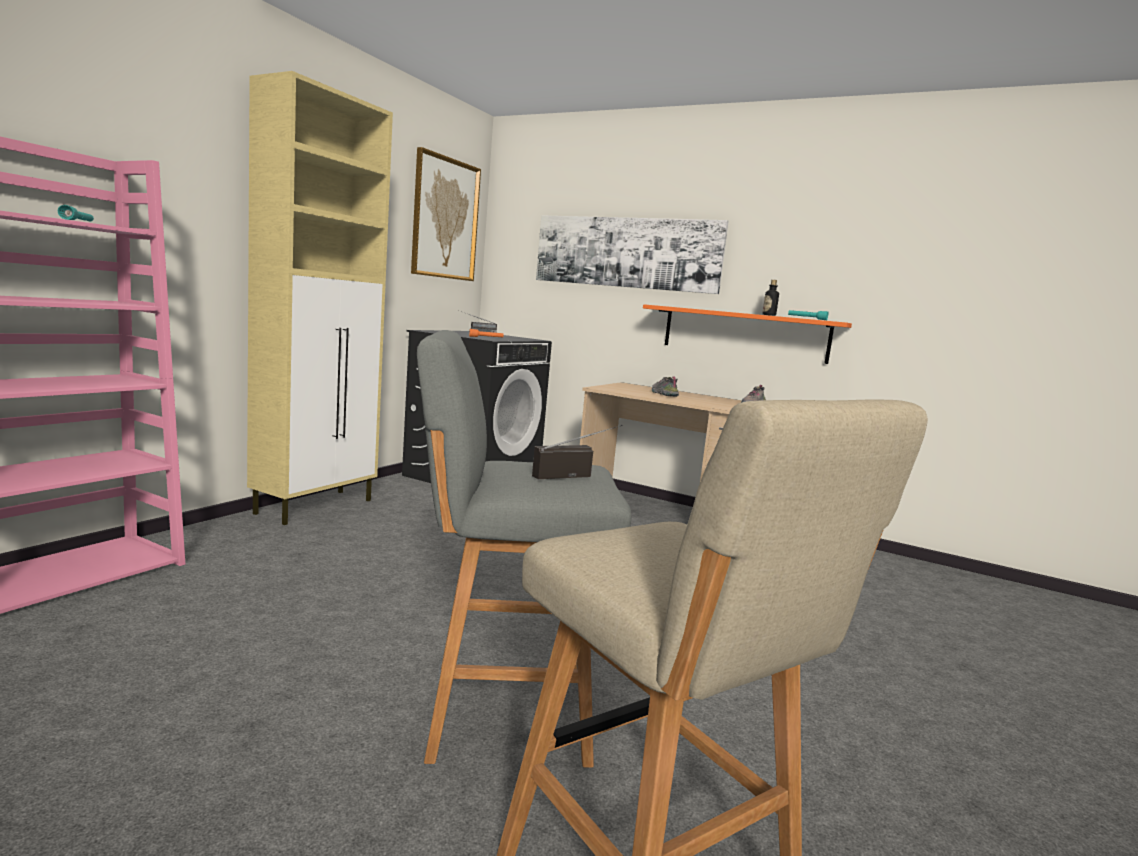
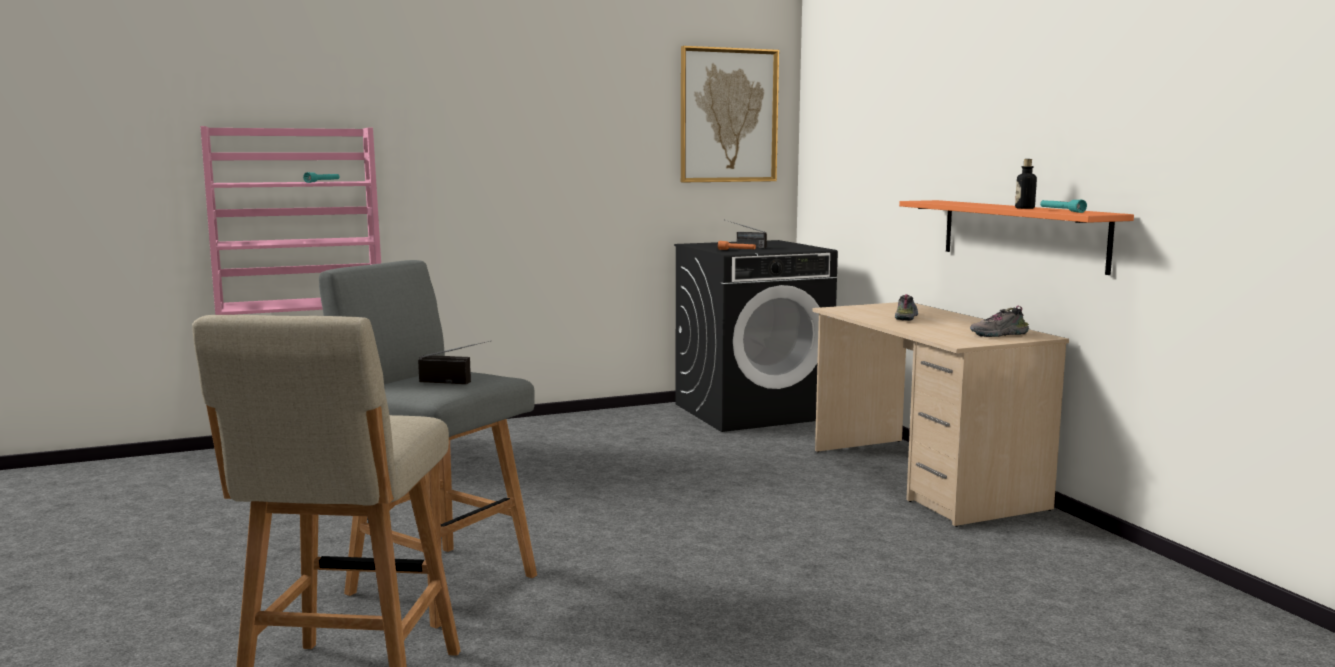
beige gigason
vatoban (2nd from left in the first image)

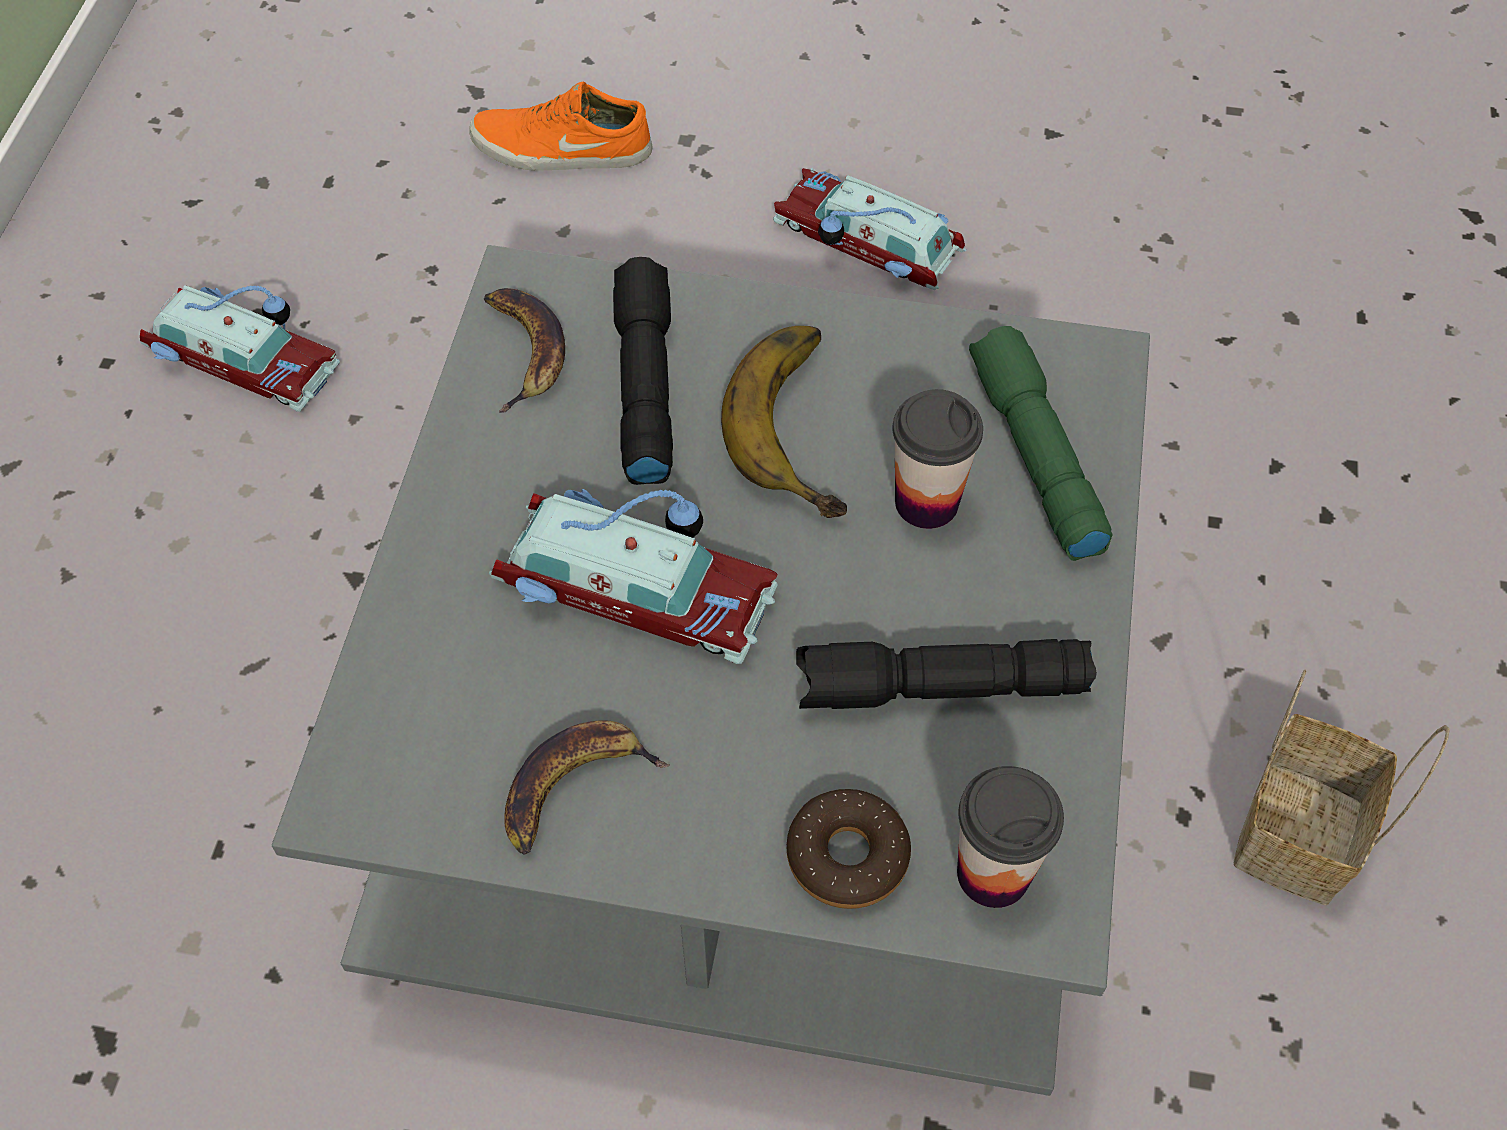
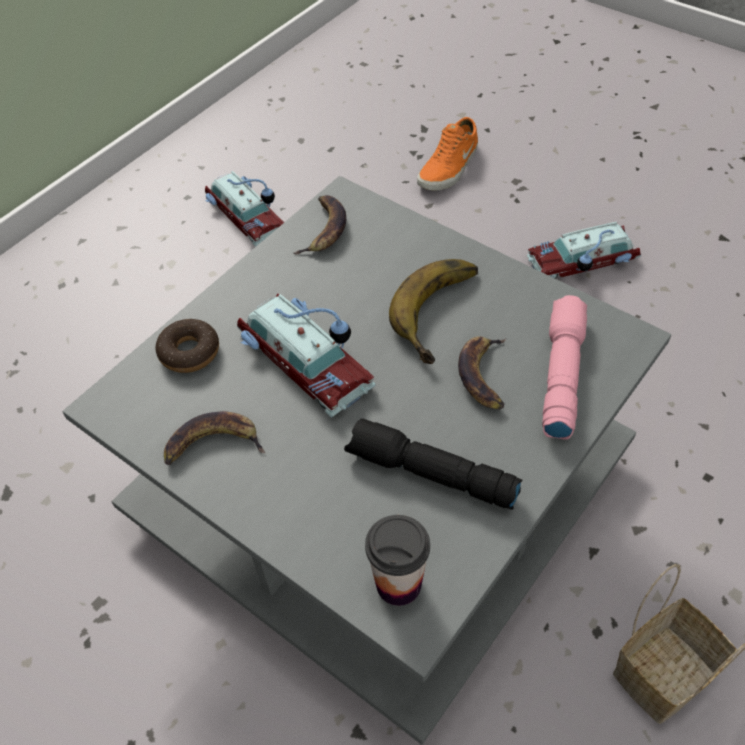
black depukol (1st from left in the first image)
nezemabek
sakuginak (4th from left)
pink depukol
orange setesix
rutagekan (3rd from left)

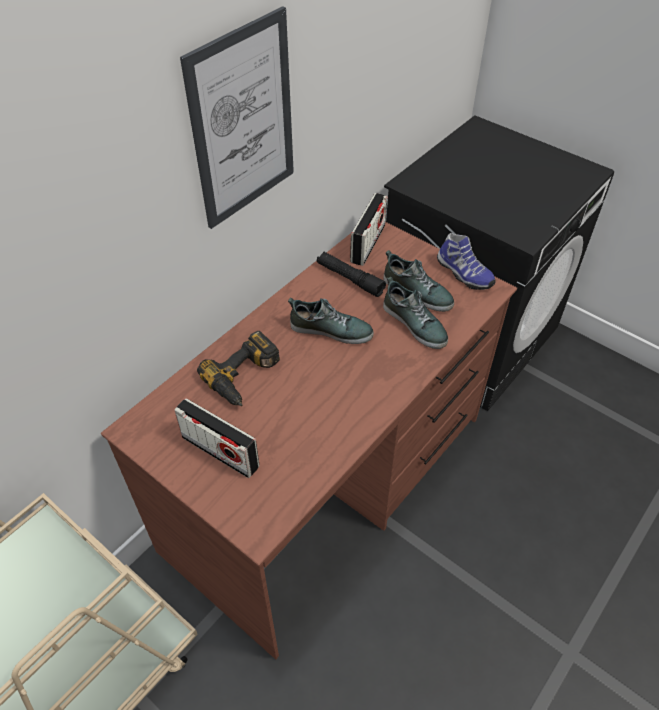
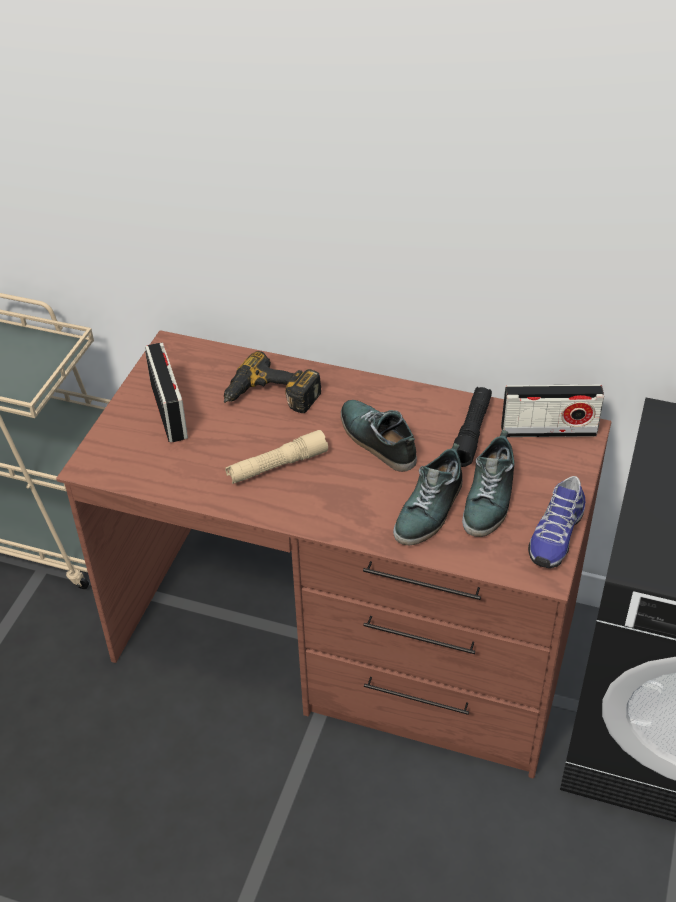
vatoban
beige depukol
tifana (1st from left)
setesix (1st from left)

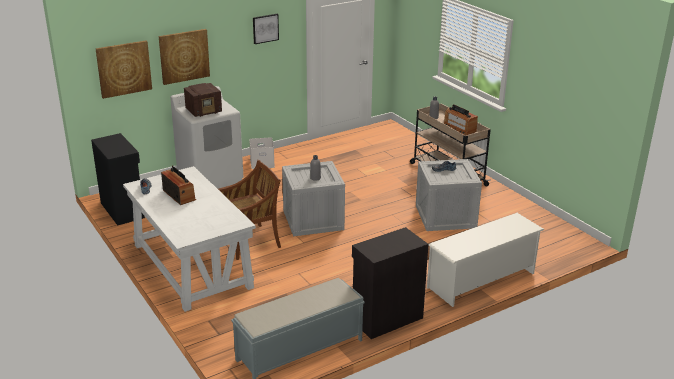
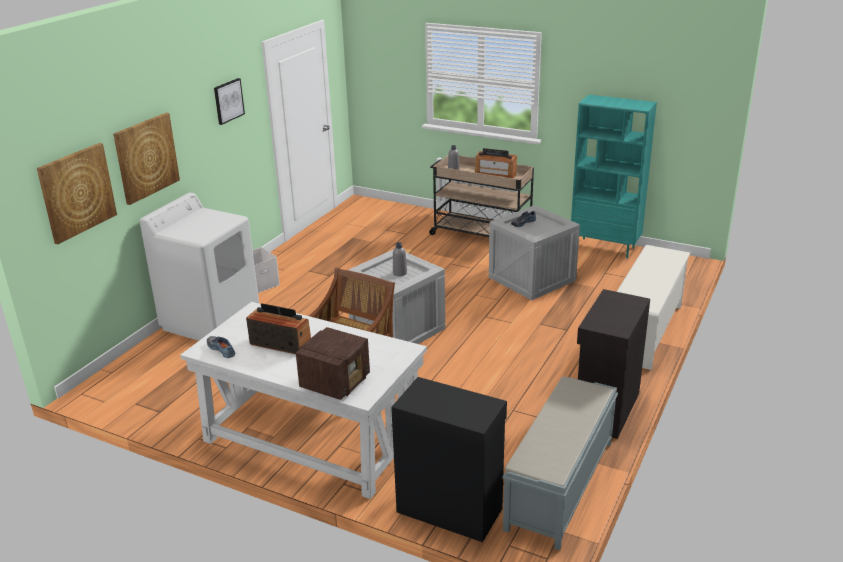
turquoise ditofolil
black gigason (1st from left)
tifana (2nd from left)

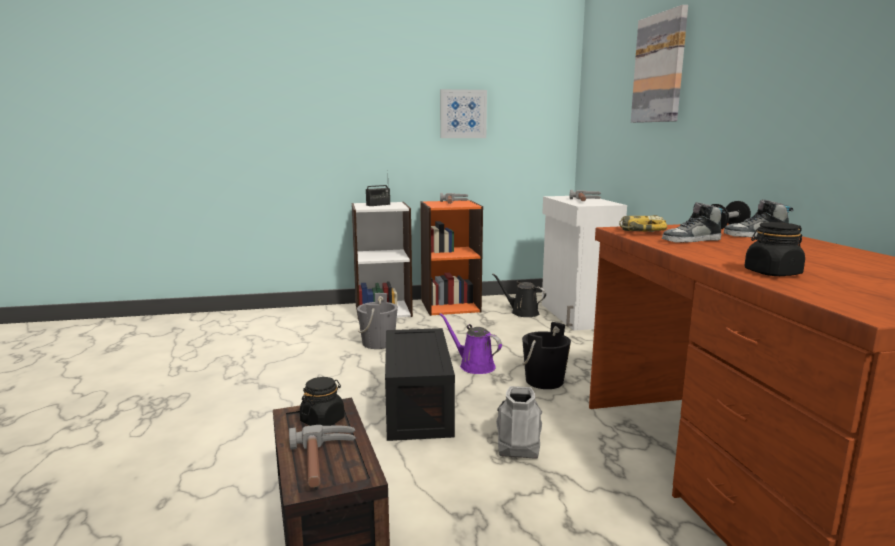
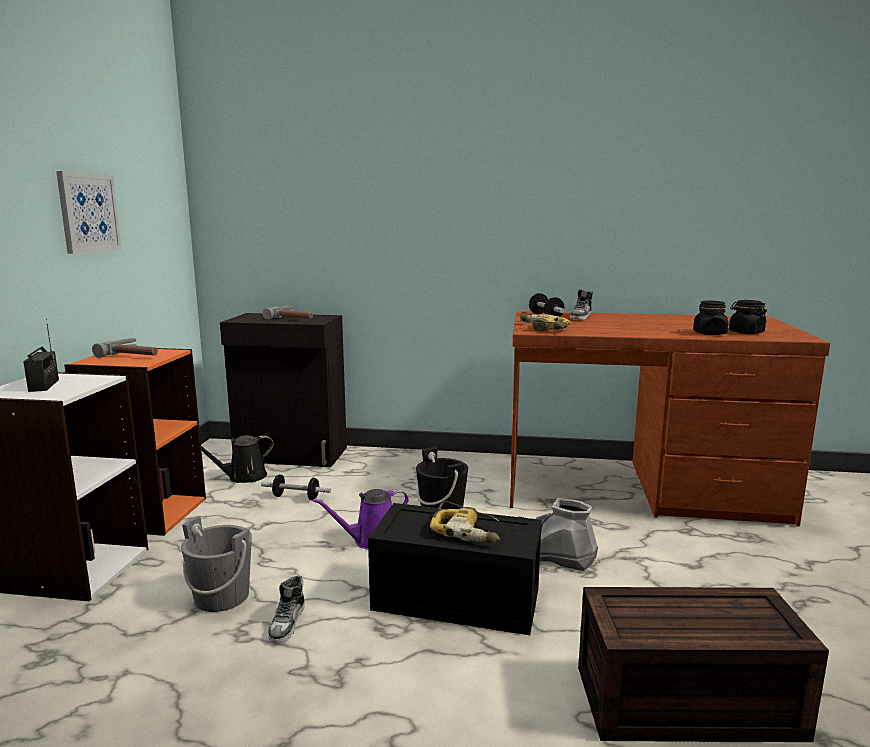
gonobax (1st from left in the first image)
vatoban (2nd from left in the first image)
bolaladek (1st from left)
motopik (1st from left)
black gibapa (2nd from left)
setesix (1st from left)
black gigason

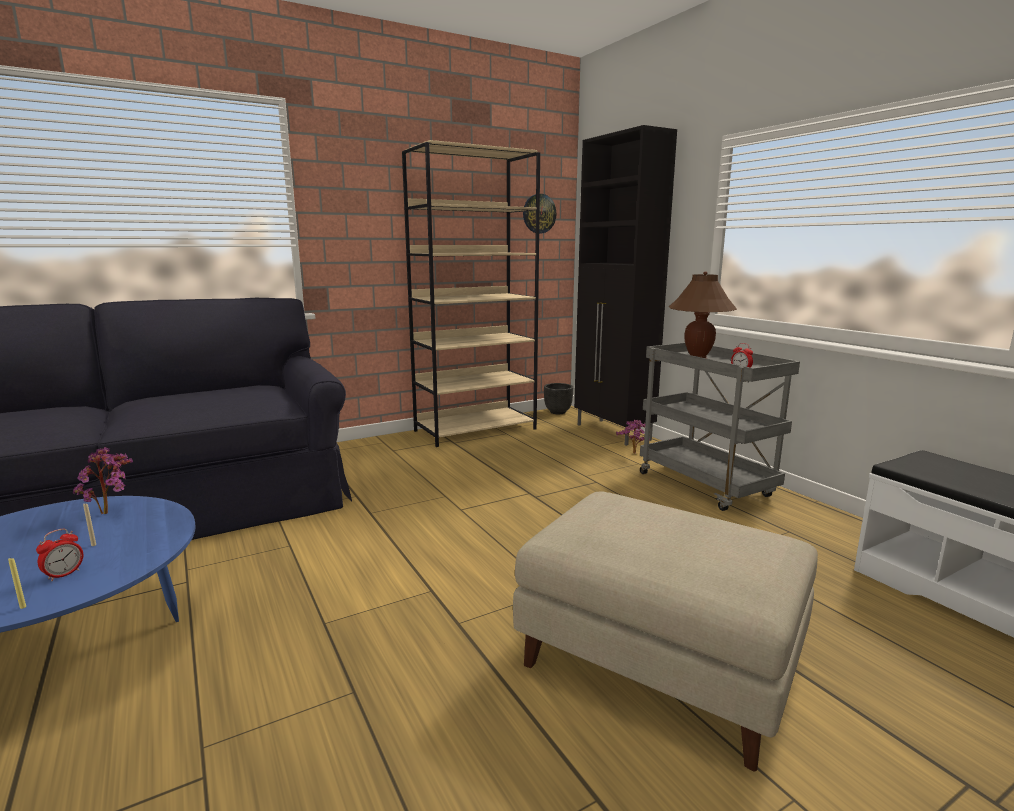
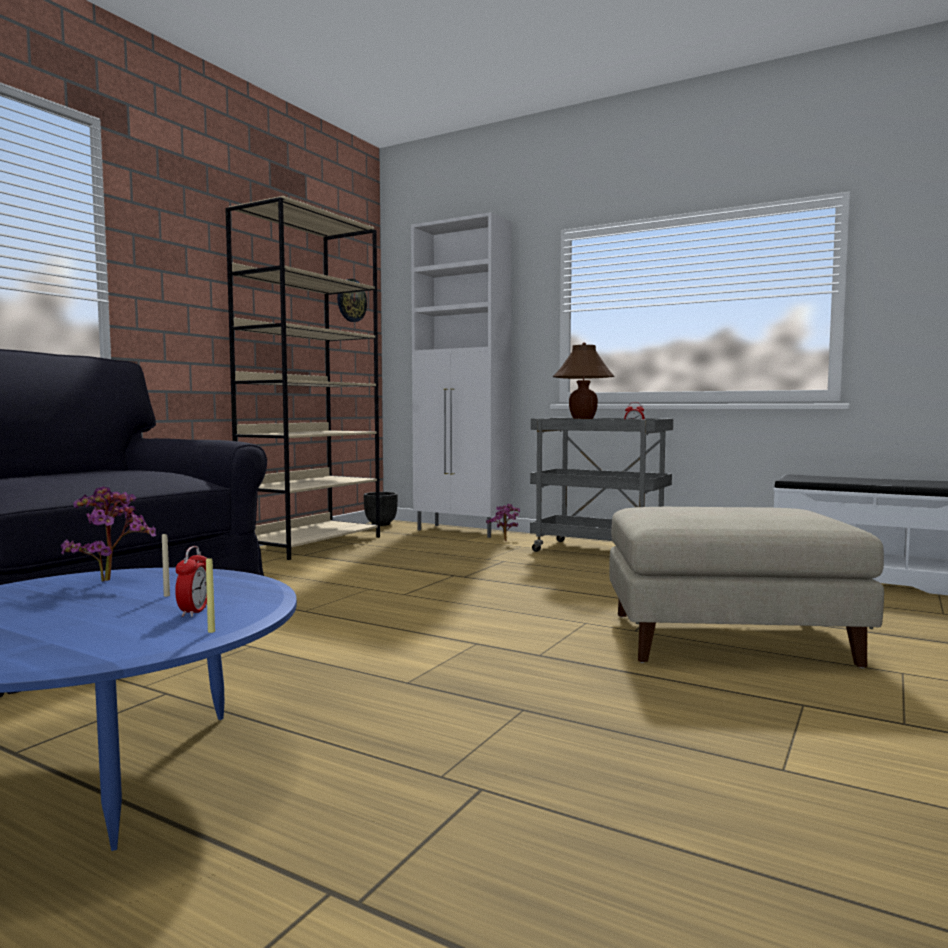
white gigason

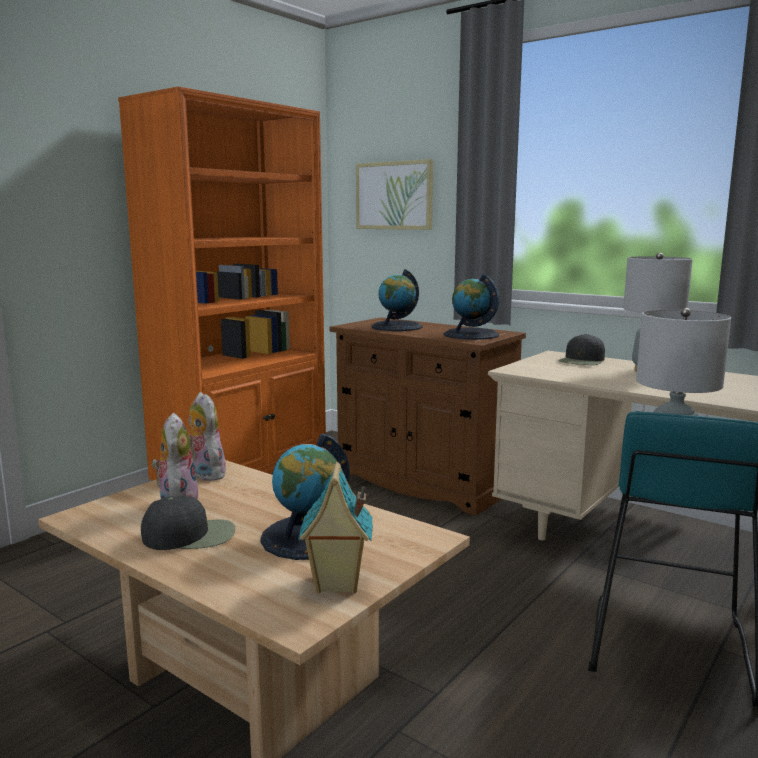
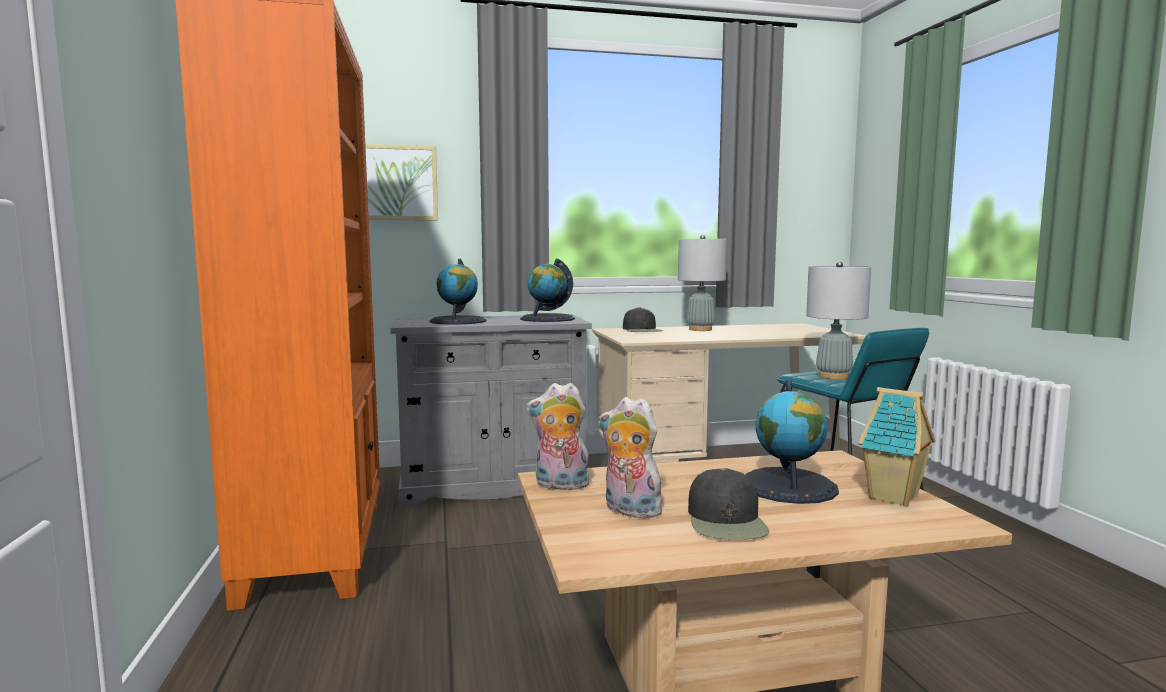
grey gigason
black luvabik (2nd from left)

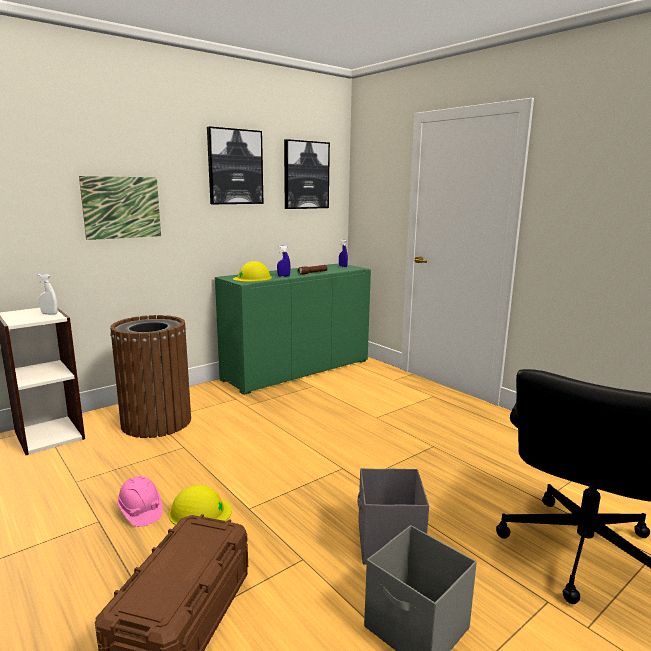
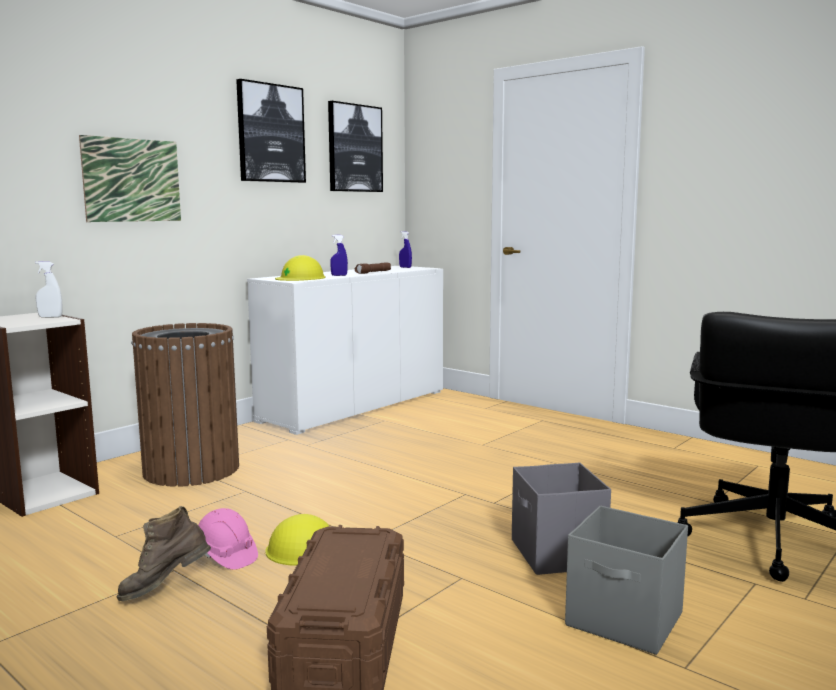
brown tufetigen
white gigason

